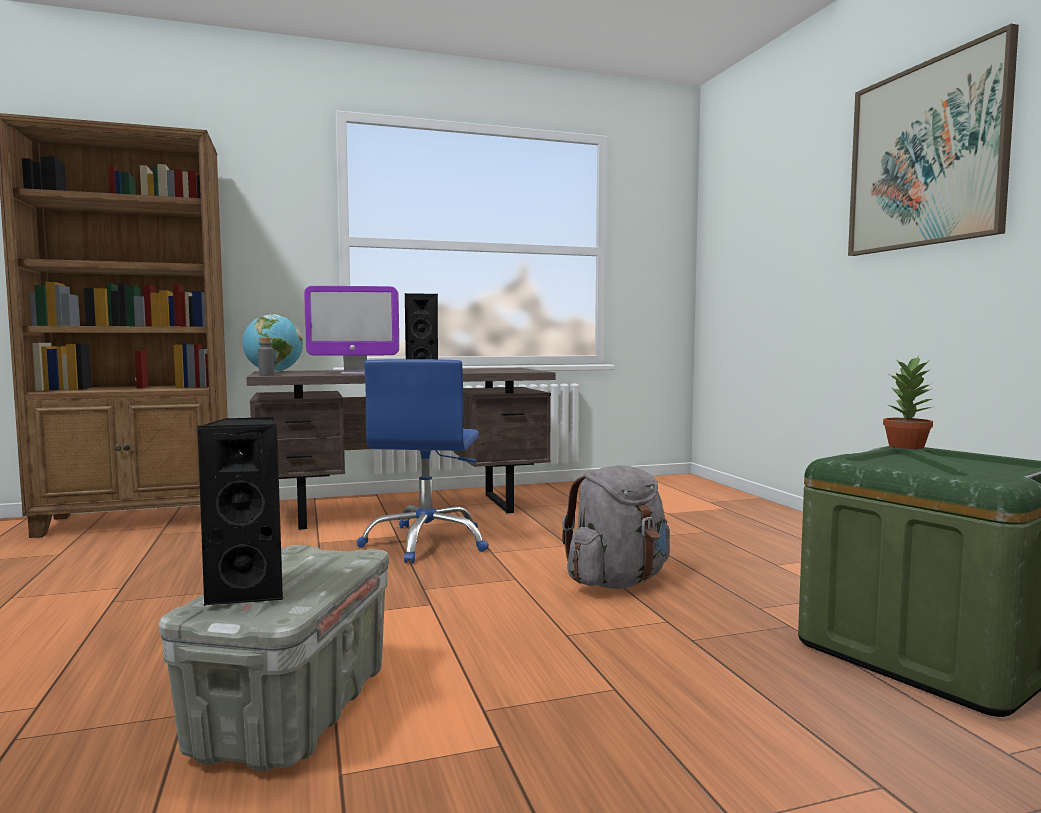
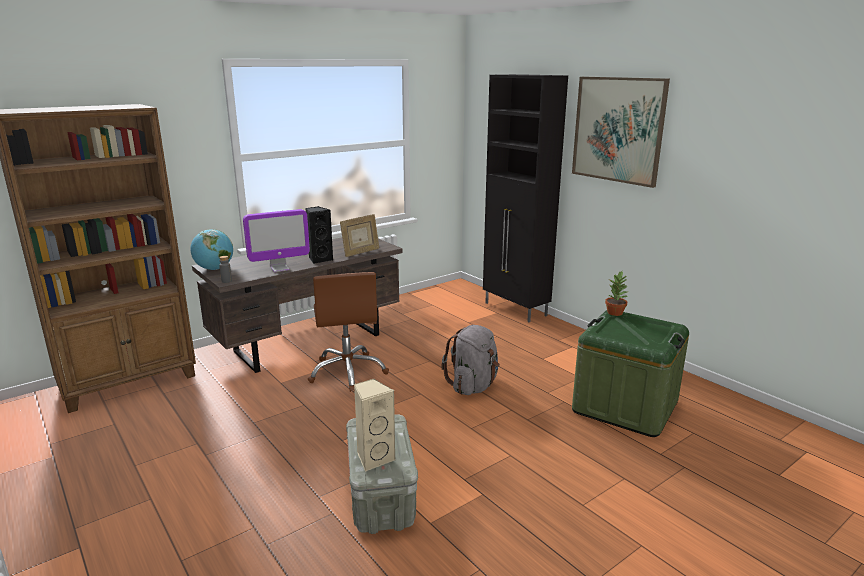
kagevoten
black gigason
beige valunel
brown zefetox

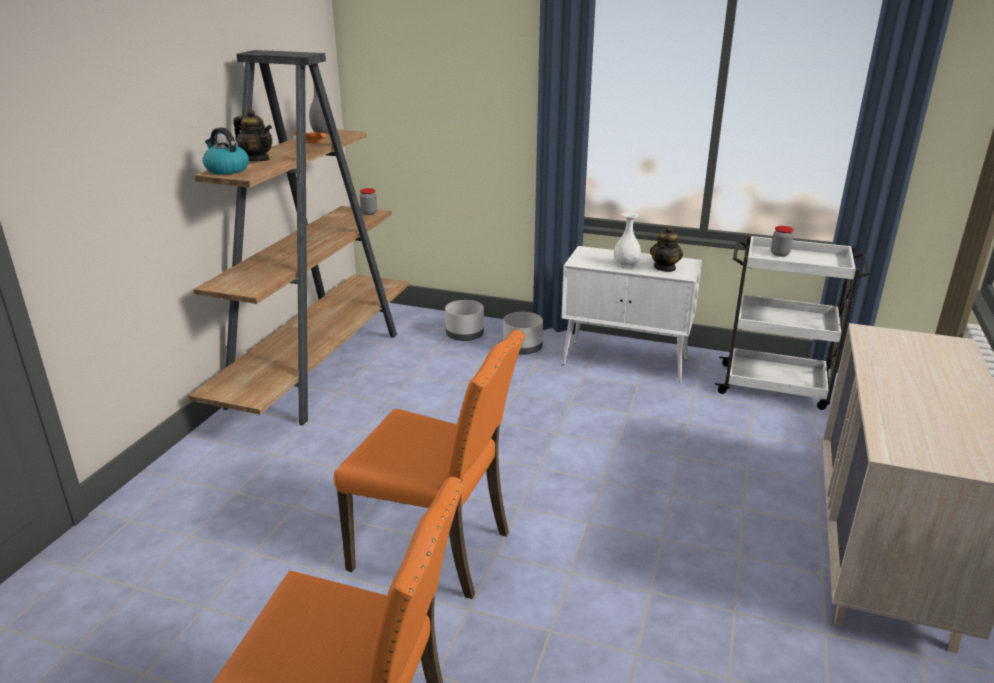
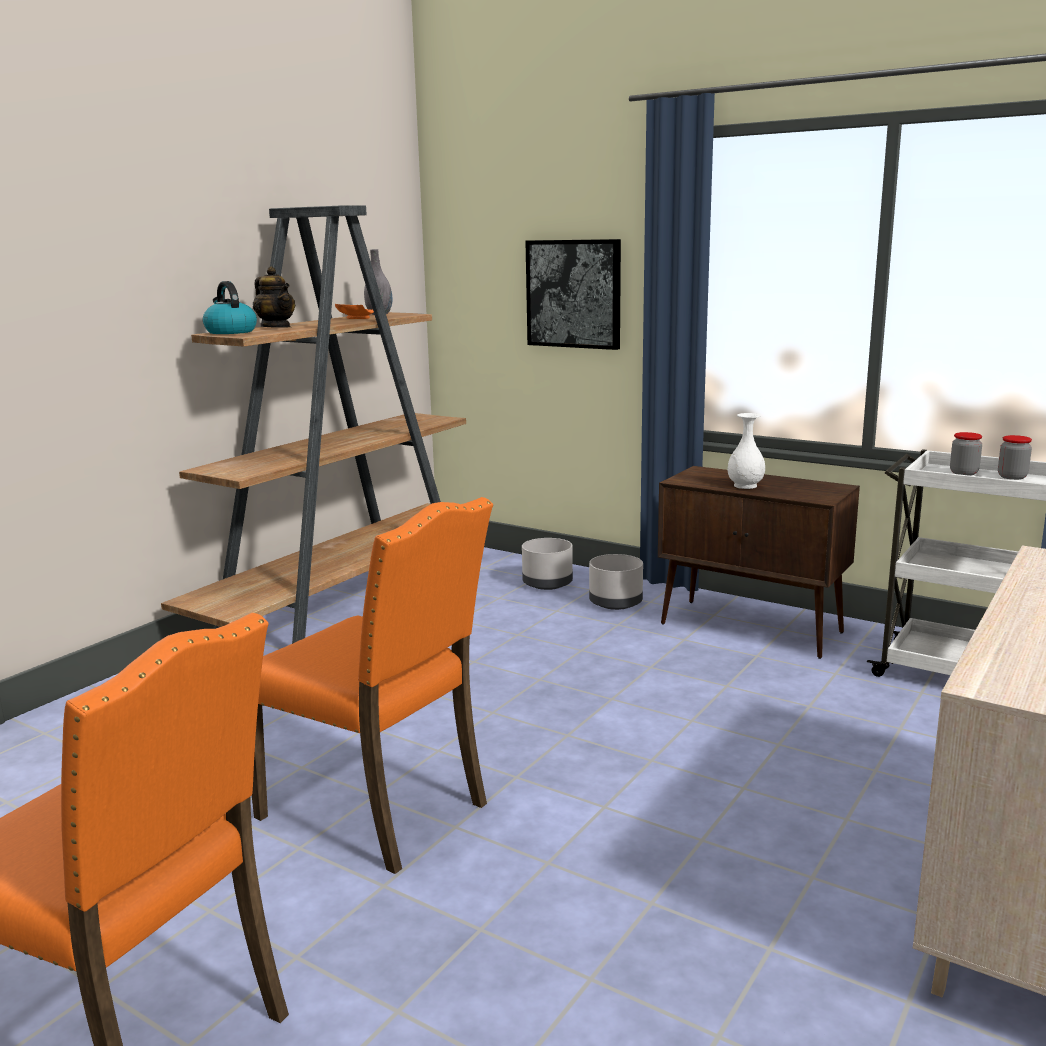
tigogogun (2nd from left in the first image)
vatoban
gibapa (2nd from left)
brown gigason

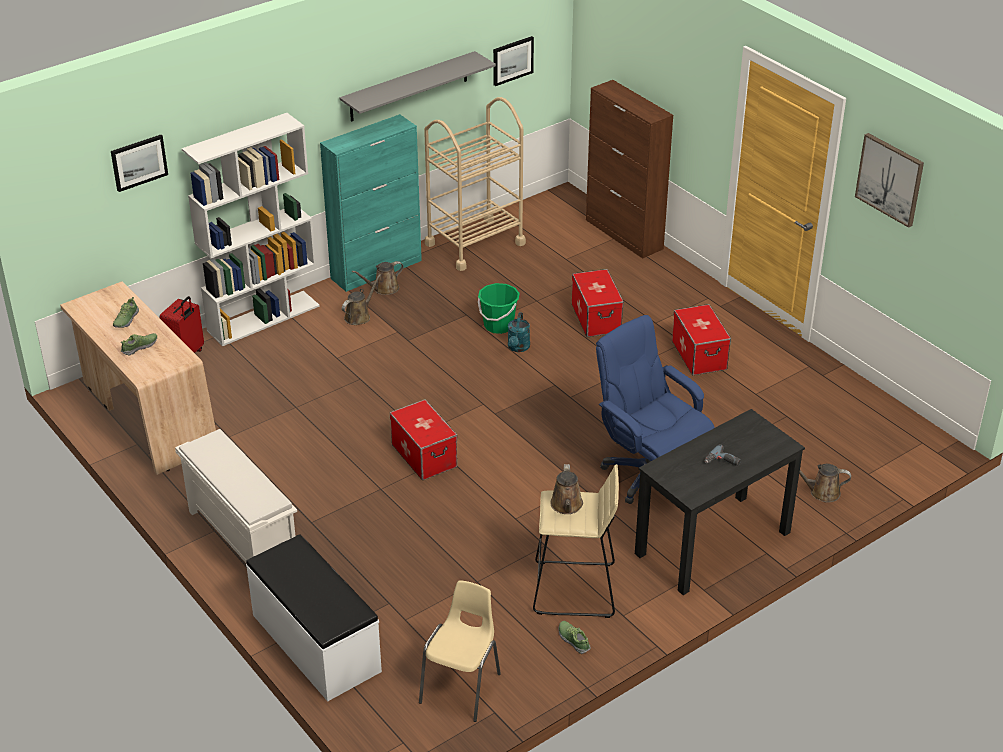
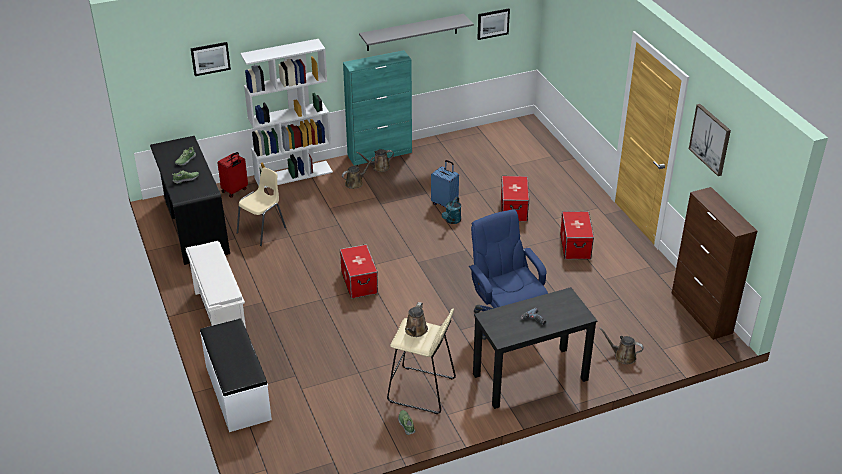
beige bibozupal
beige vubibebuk
brown gigason
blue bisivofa
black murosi (1st from left)

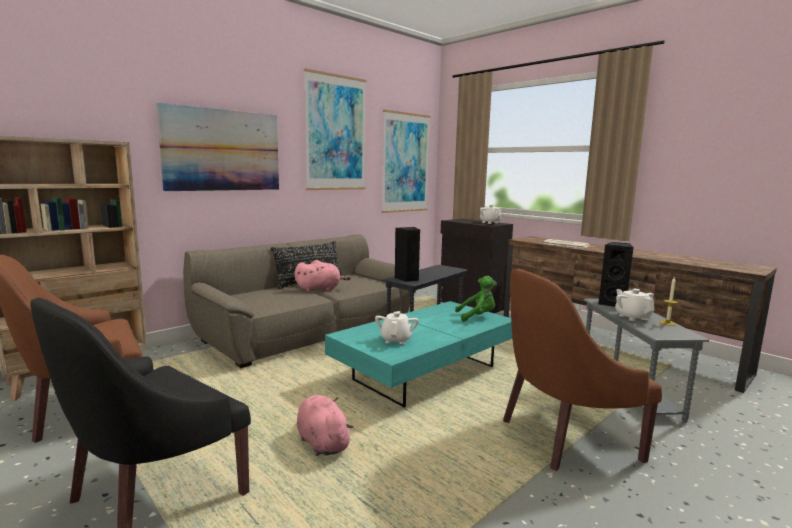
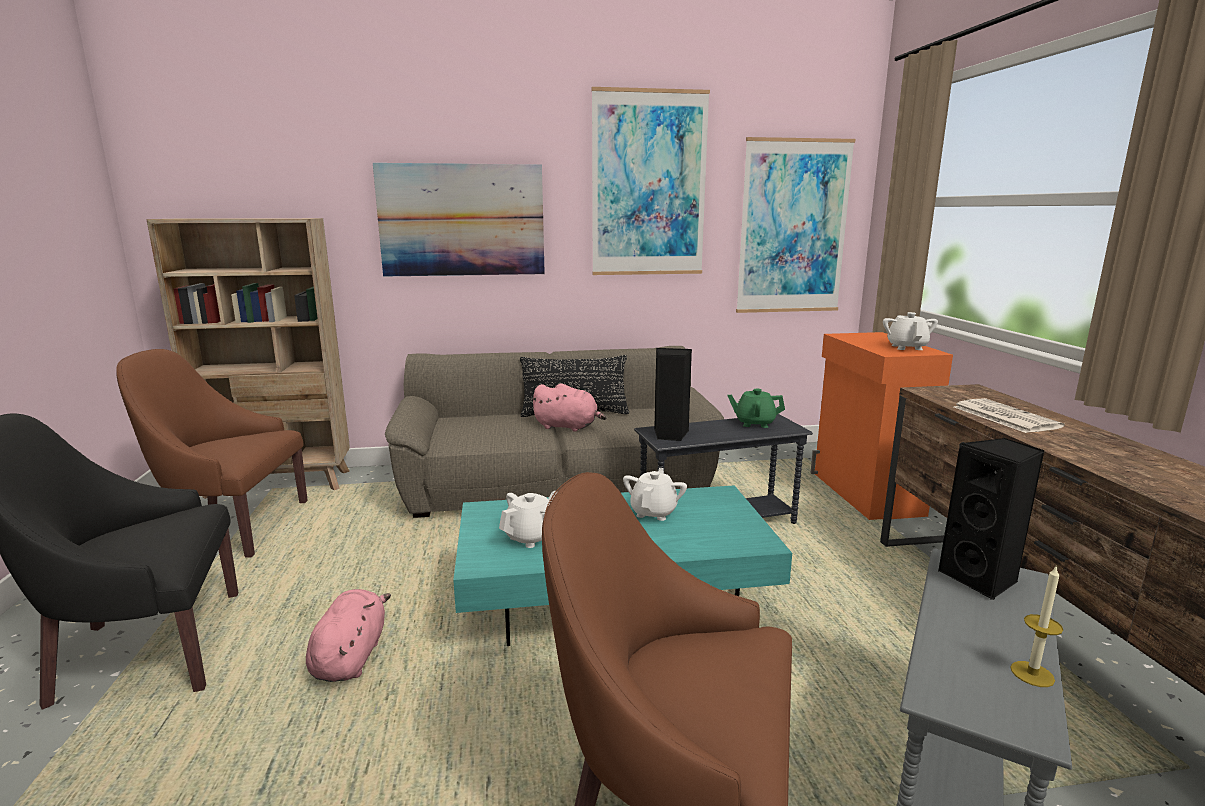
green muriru
green tigogogun
white tigogogun (2nd from left)
orange gigason

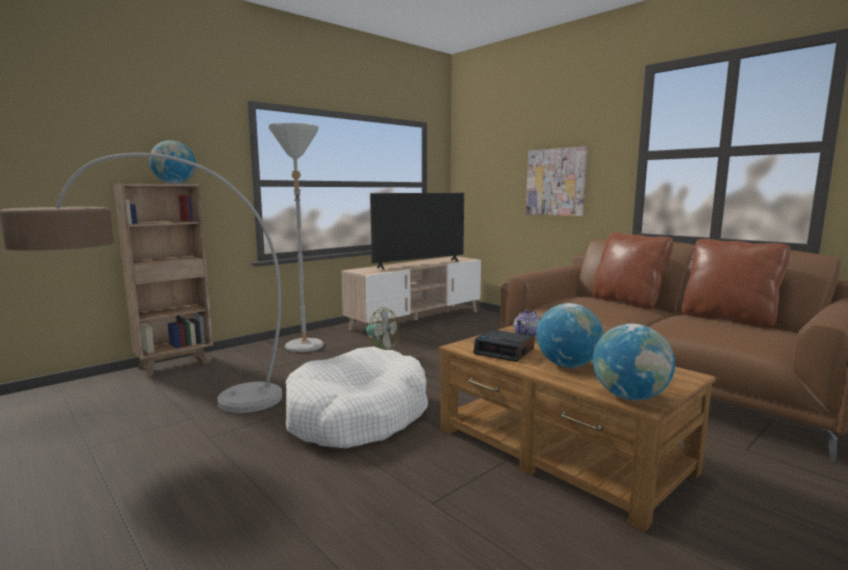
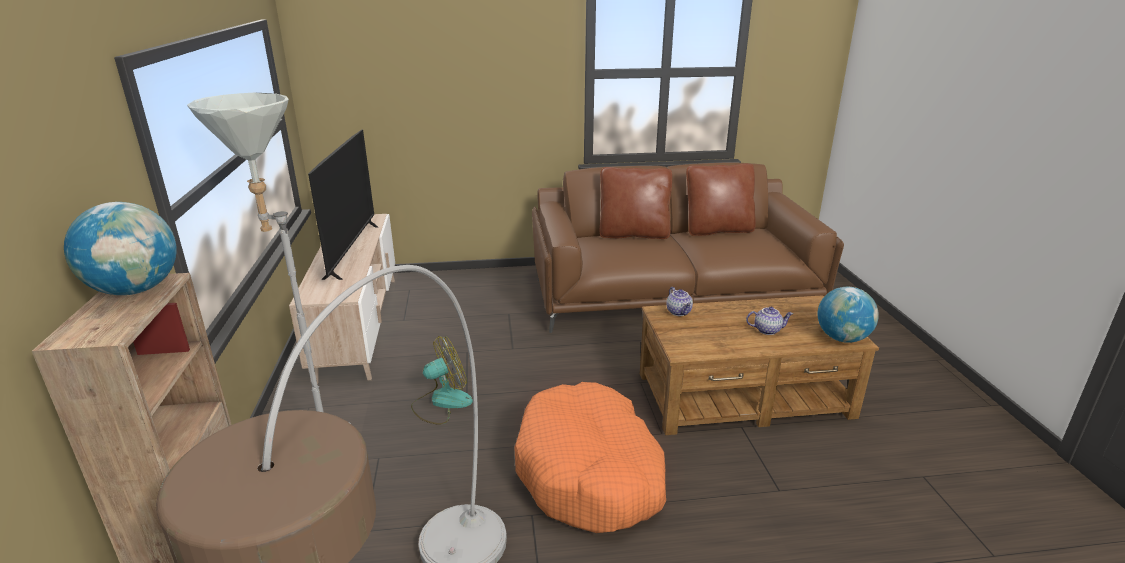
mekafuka
vatoban
tigogogun (2nd from left)
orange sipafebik

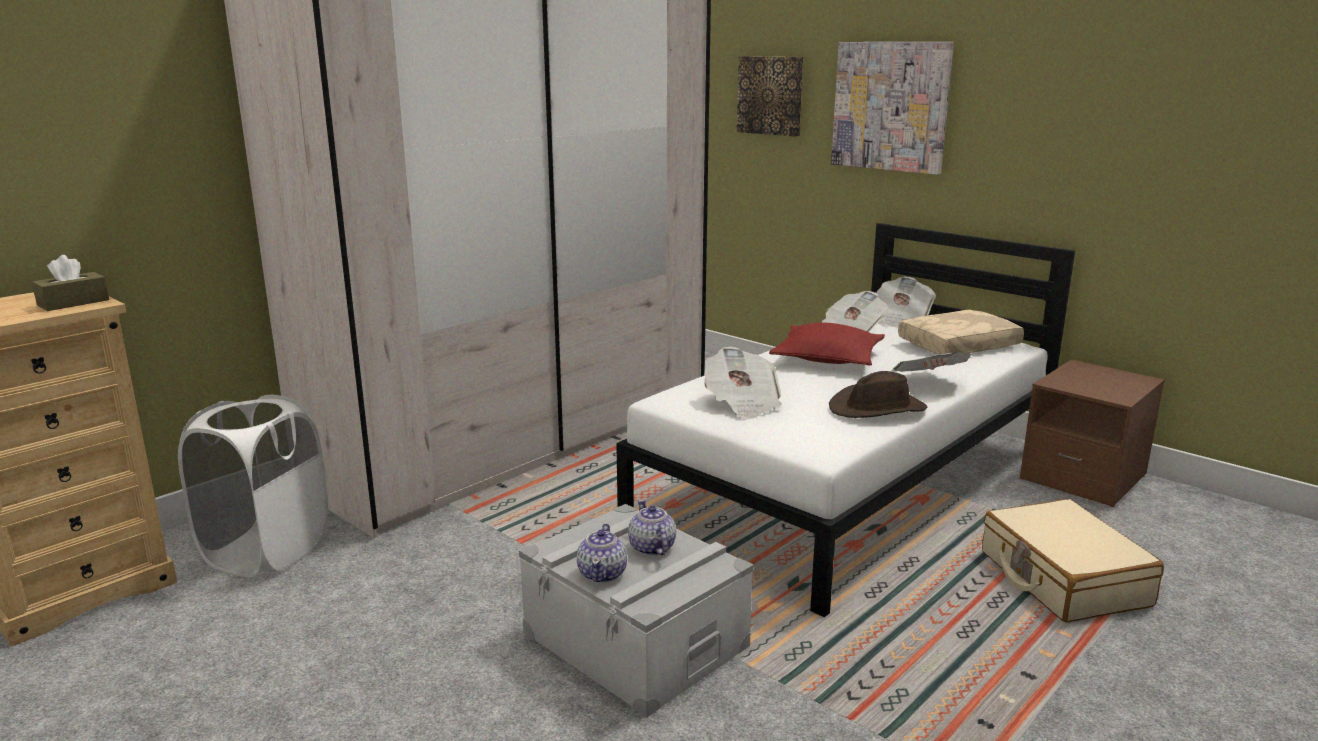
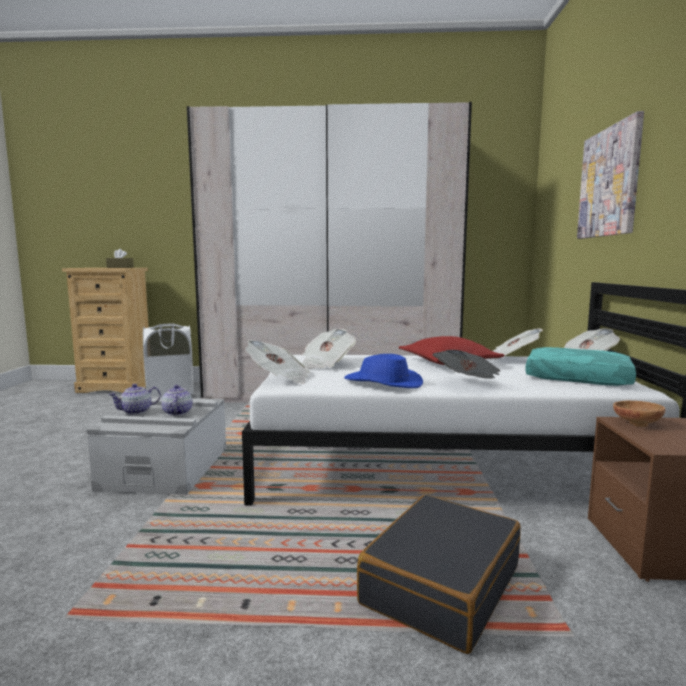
vatoban (1st from left in the first image)
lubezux (1st from left)
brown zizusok
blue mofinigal
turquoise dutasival
black bisivofa
tigogogun (2nd from left)

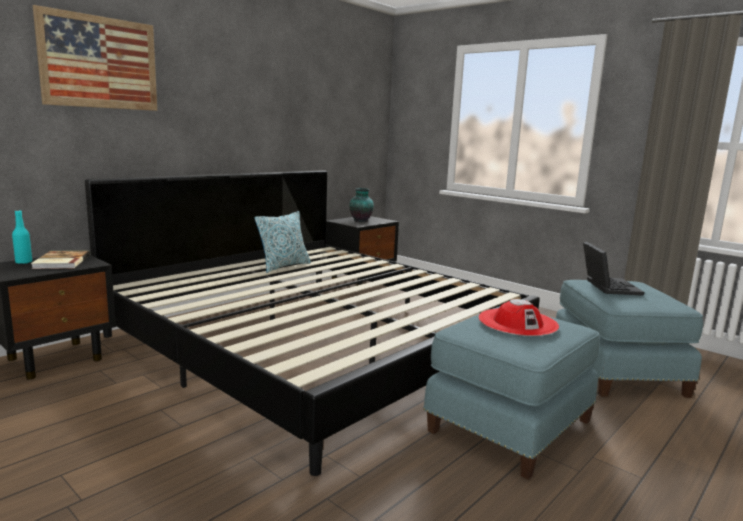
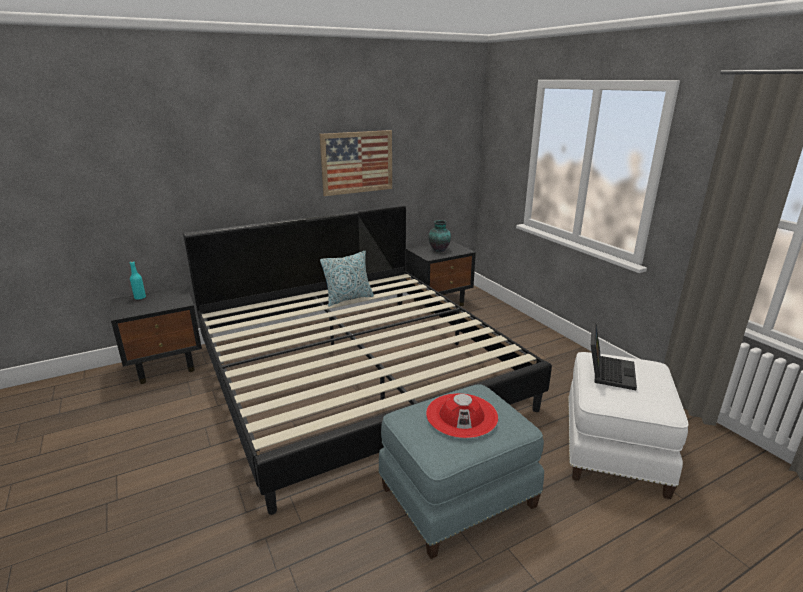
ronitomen
vatoban
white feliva

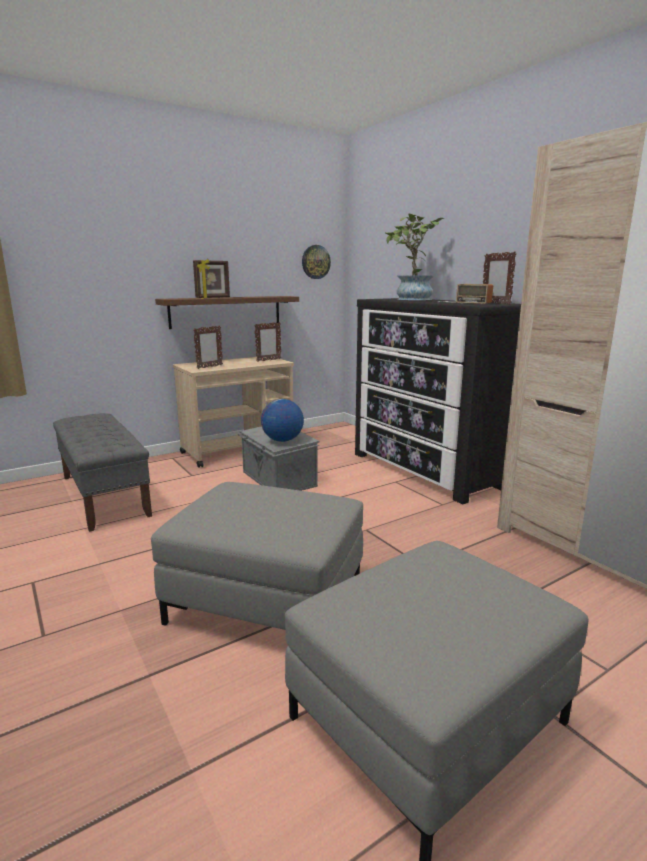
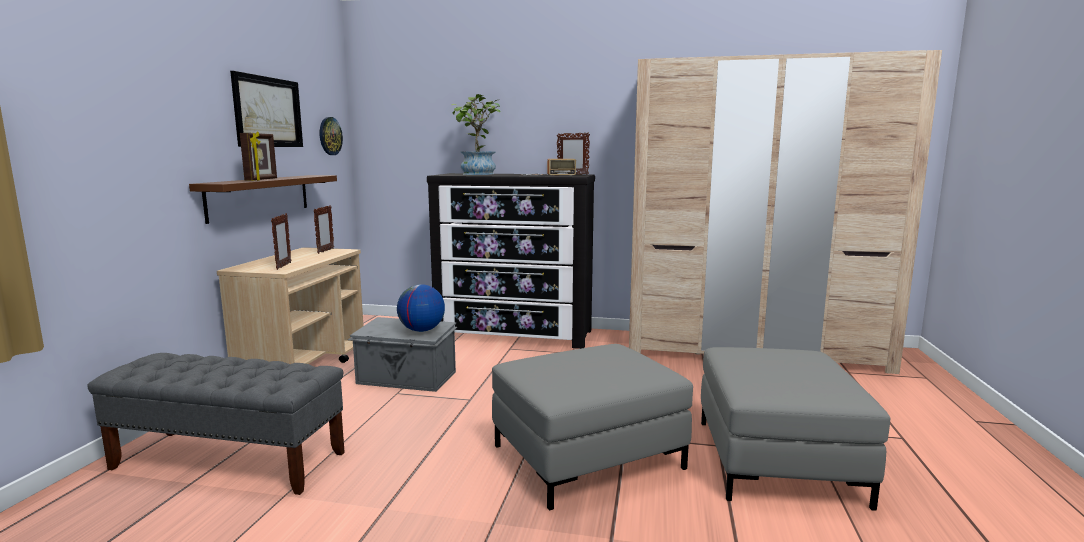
vatoban

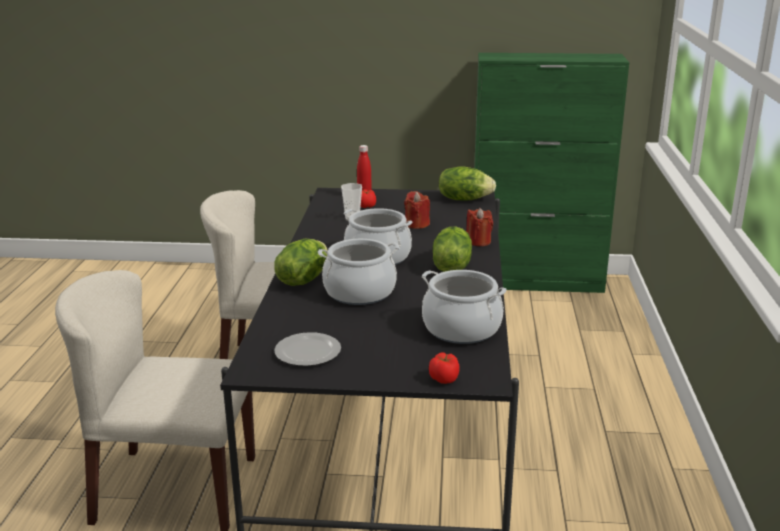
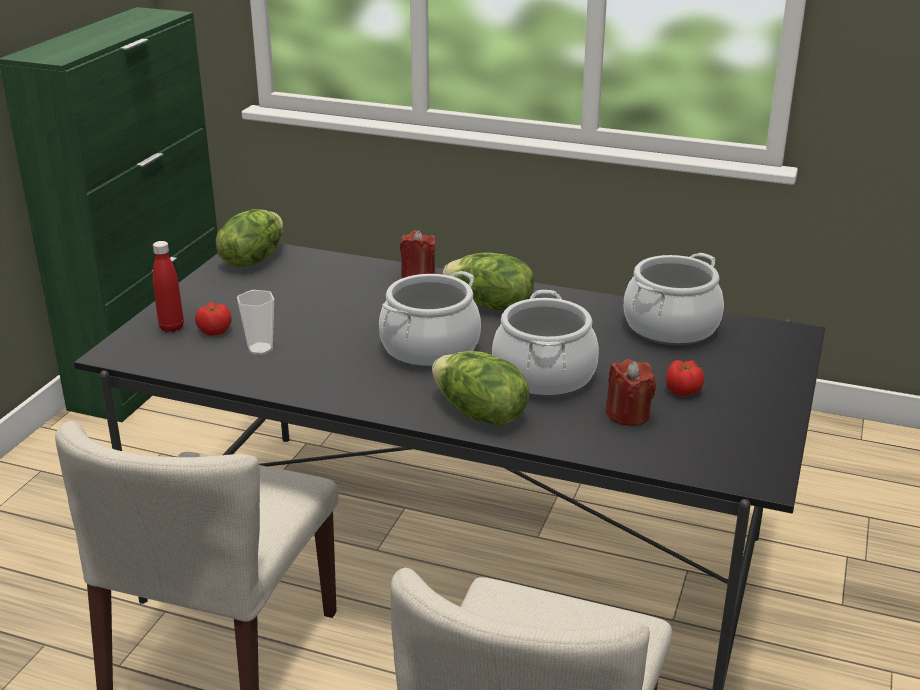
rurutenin
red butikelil (2nd from left)
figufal (2nd from left)

